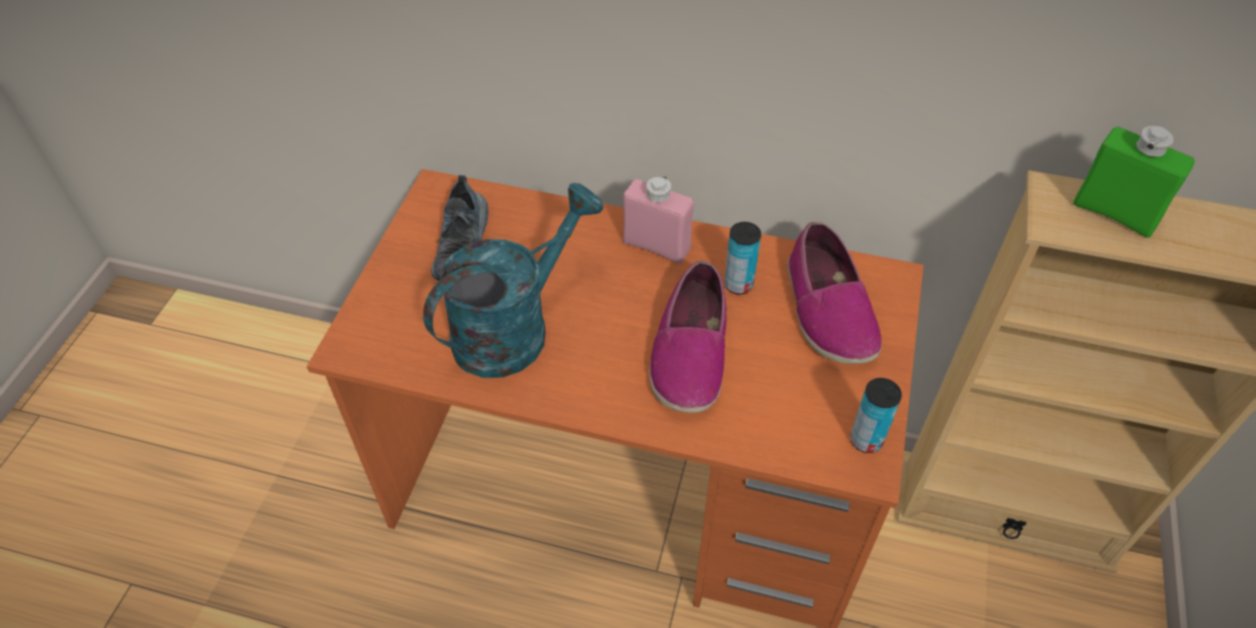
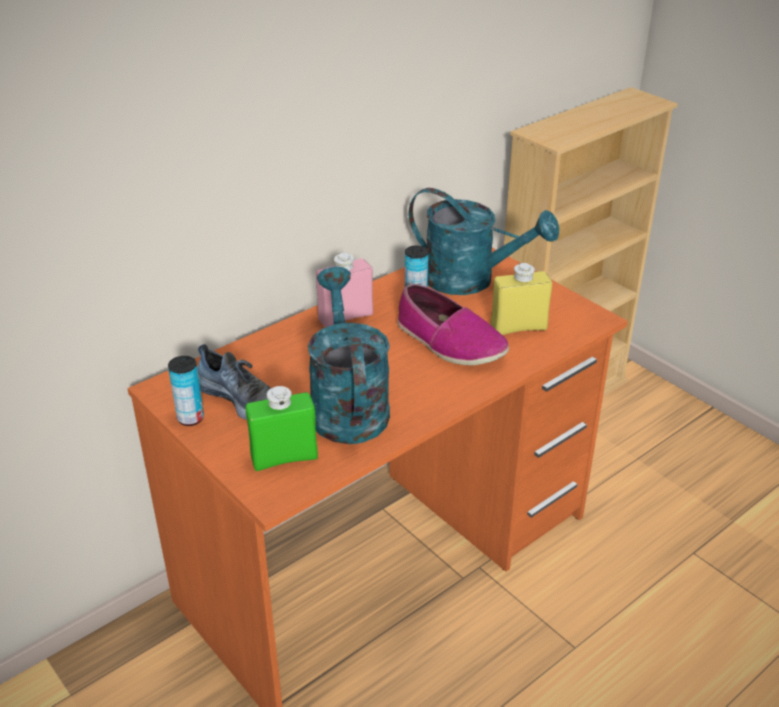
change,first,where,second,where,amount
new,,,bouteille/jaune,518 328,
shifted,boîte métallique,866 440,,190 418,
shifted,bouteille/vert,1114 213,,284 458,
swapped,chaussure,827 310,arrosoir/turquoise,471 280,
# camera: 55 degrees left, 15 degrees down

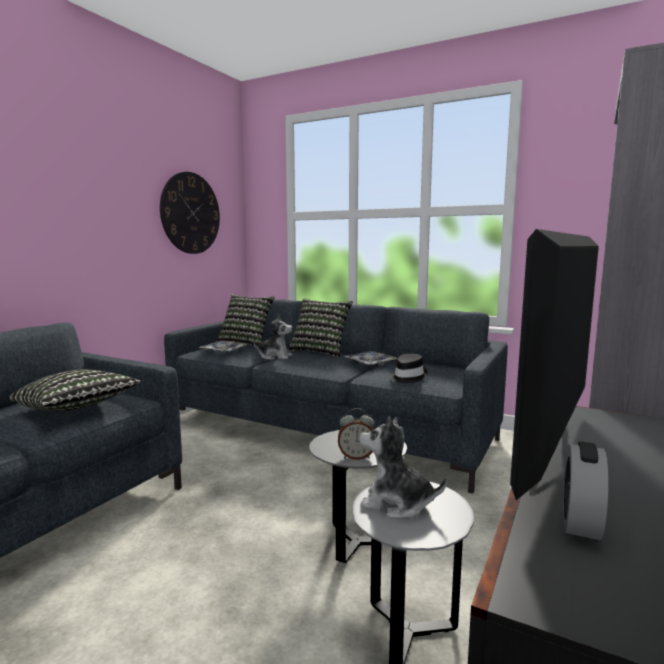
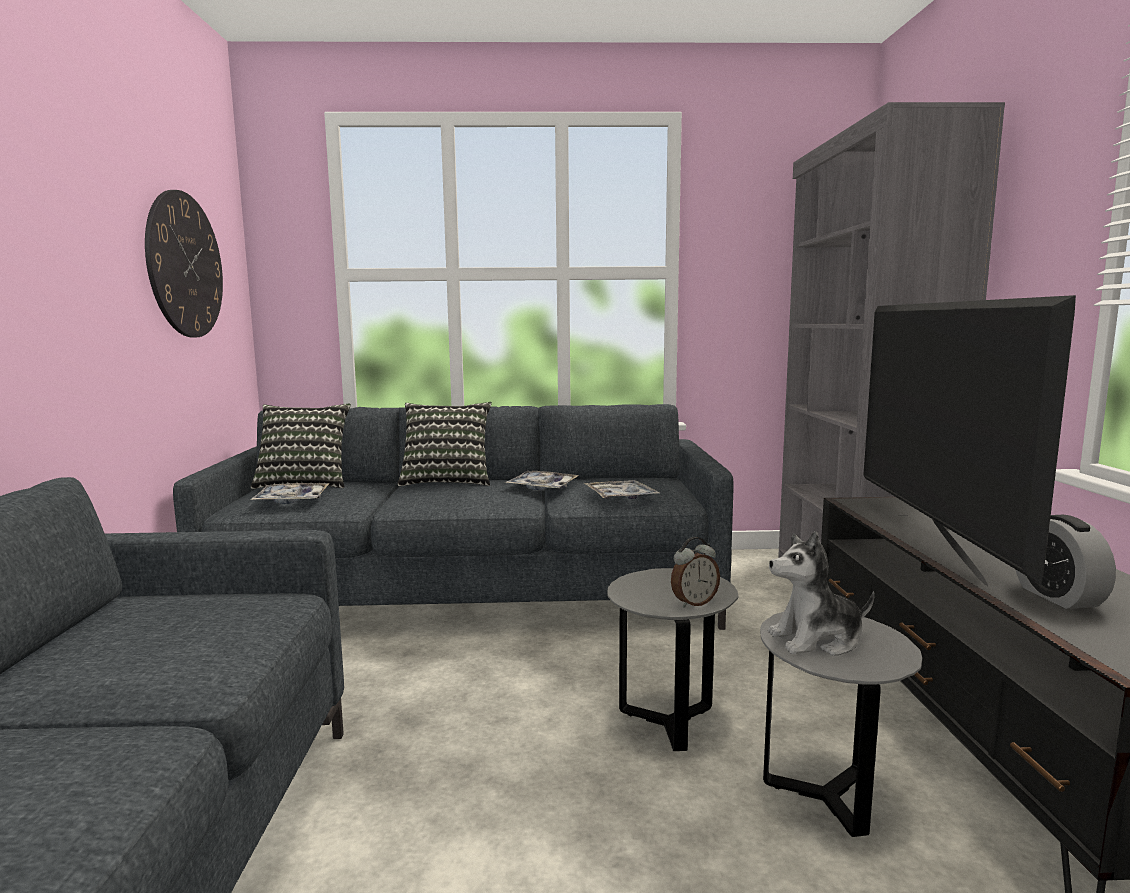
change,first,where,second,where,amount
gone,coussin,76 409,,,
gone,peluche,275 357,,,
swapped,chapeau/noir,407 377,plateau,620 497,
# camera: 30 degrees left, 0 degrees up

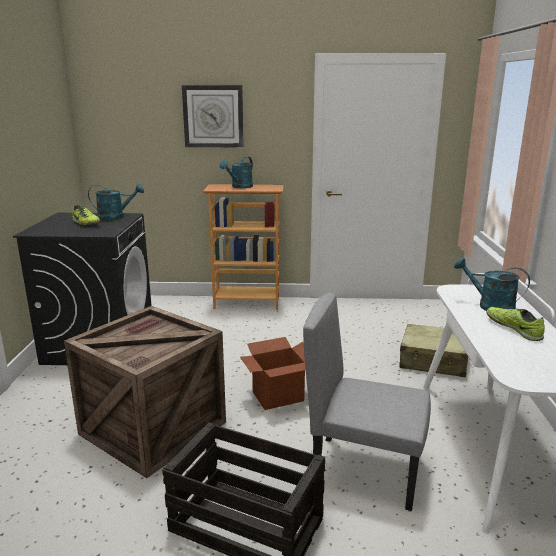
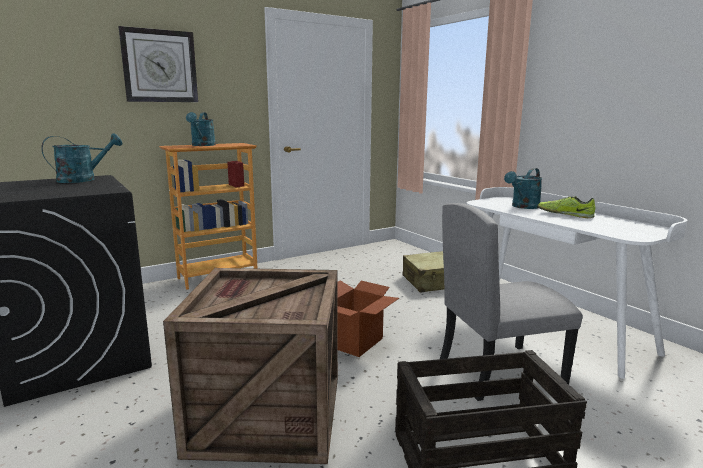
change,first,where,second,where,amount
gone,chaussure,86 223,,,
rotated,arrosoir/turquoise,489 306,,523 207,45 degrees counterclockwise
# camera: 35 degrees left, 5 degrees down

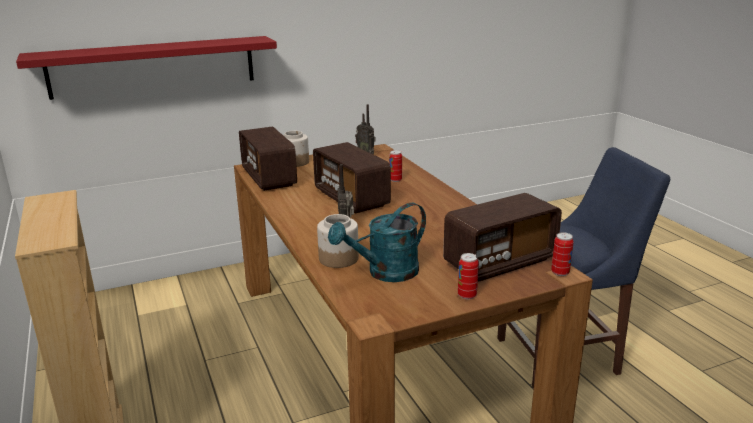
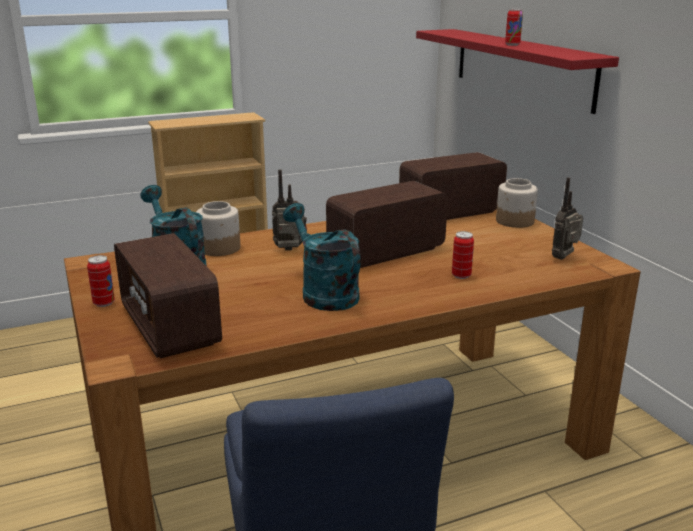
change,first,where,second,where,amount
new,,,arrosoir/turquoise,324 293,
shifted,boîte métallique,560 273,,512 45,
# camera: 90 degrees right, 0 degrees up

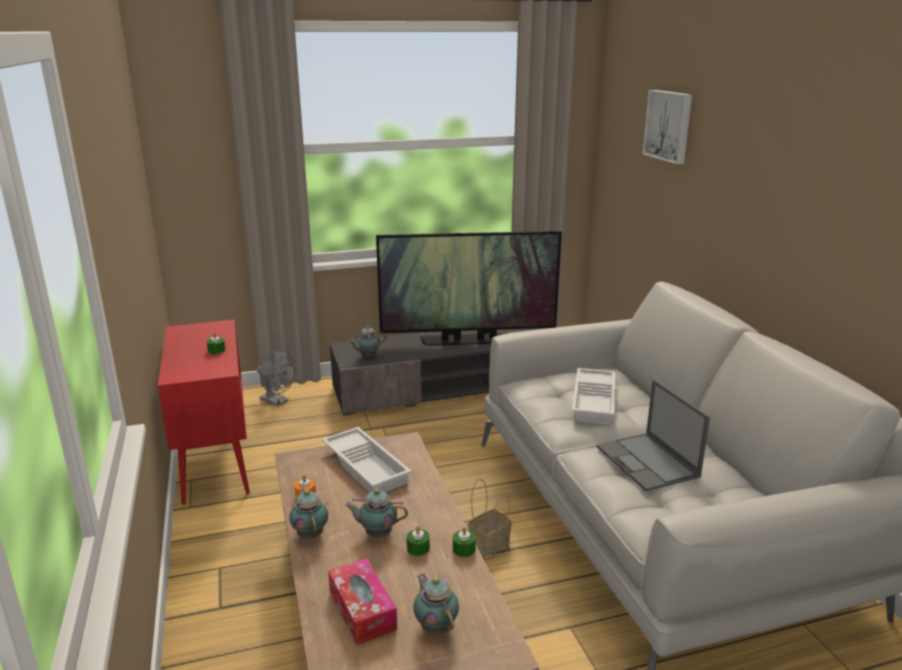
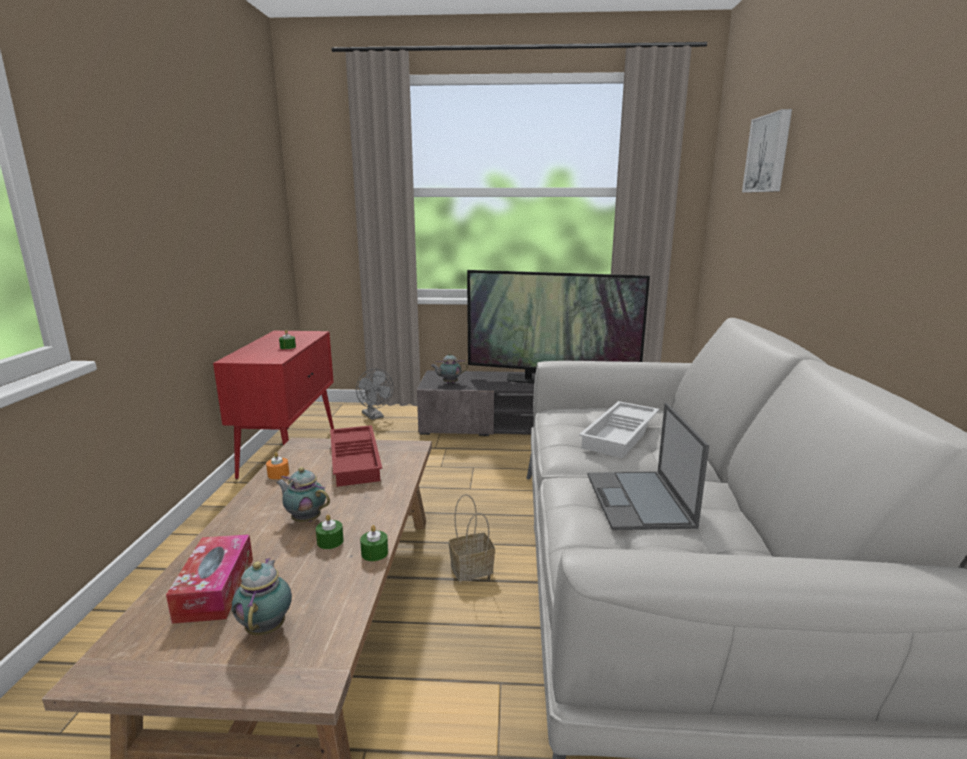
change,first,where,second,where,amount
gone,théière,310 534,,,
repainted,plateau/blanc,367 466,plateau/rouge,357 460,
# camera: 20 degrees right, 5 degrees down

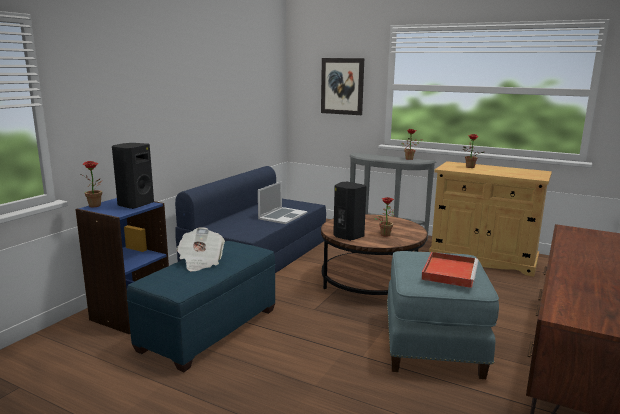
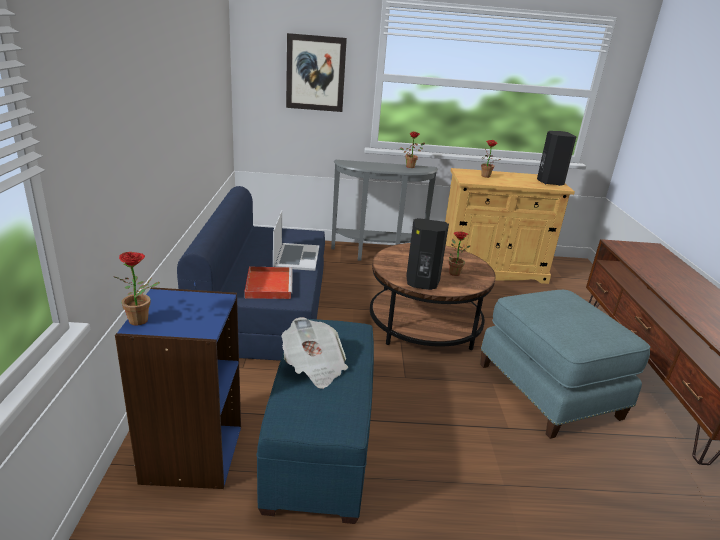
change,first,where,second,where,amount
shifted,enceinte/noir,135 204,,549 182,
shifted,plateau/rouge,449 271,,268 284,
# camera: 30 degrees left, 10 degrees up

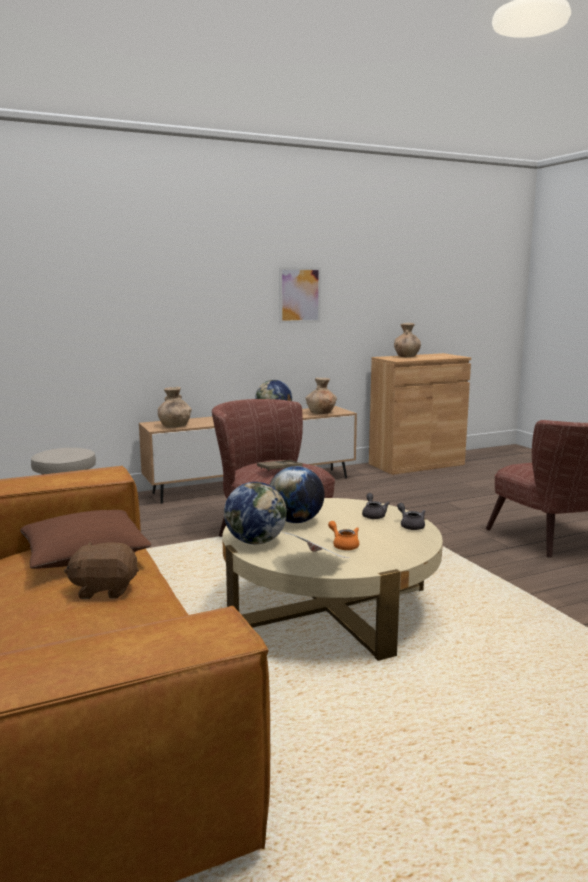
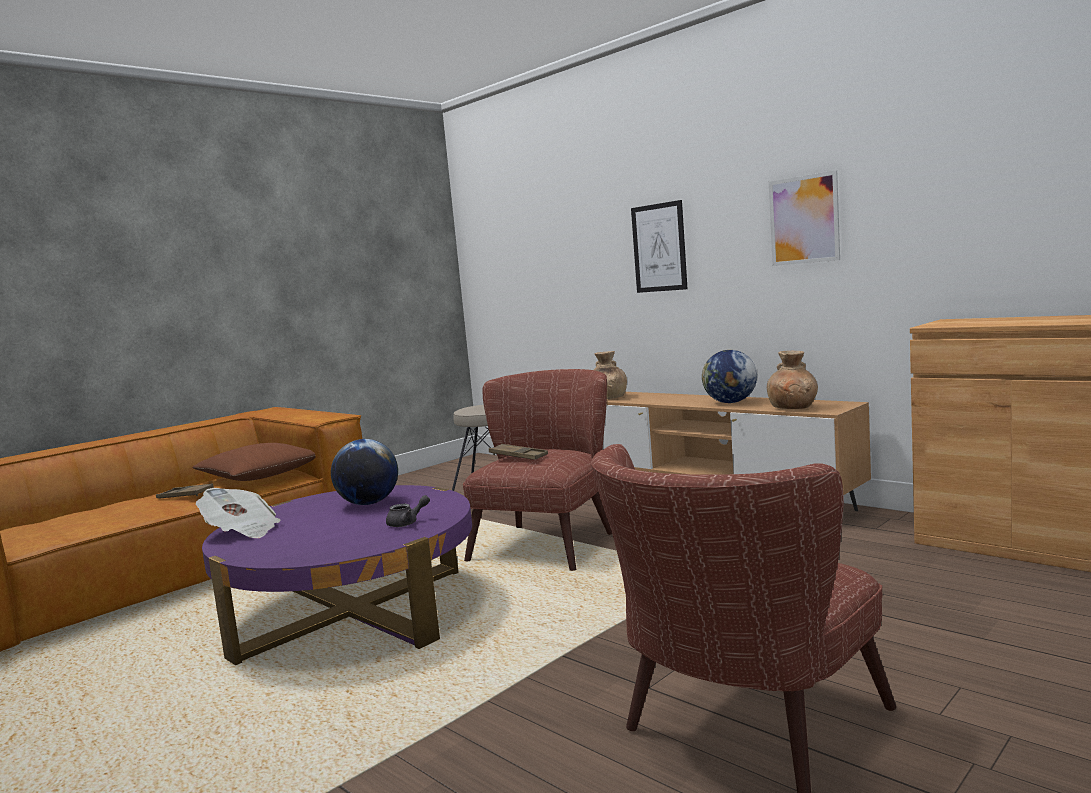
change,first,where,second,where,amount
gone,globe,256 541,,,
gone,théière/orange,344 545,,,
gone,vase/marron,406 356,,,
gone,théière/gris,410 525,,,
new,,,tableau,659 247,
swapped,peluche/marron,105 589,plateau/marron,185 496,
repainted,table basse/beige,330 607,table basse/violet,353 612,
# camera: 70 degrees right, 5 degrees down

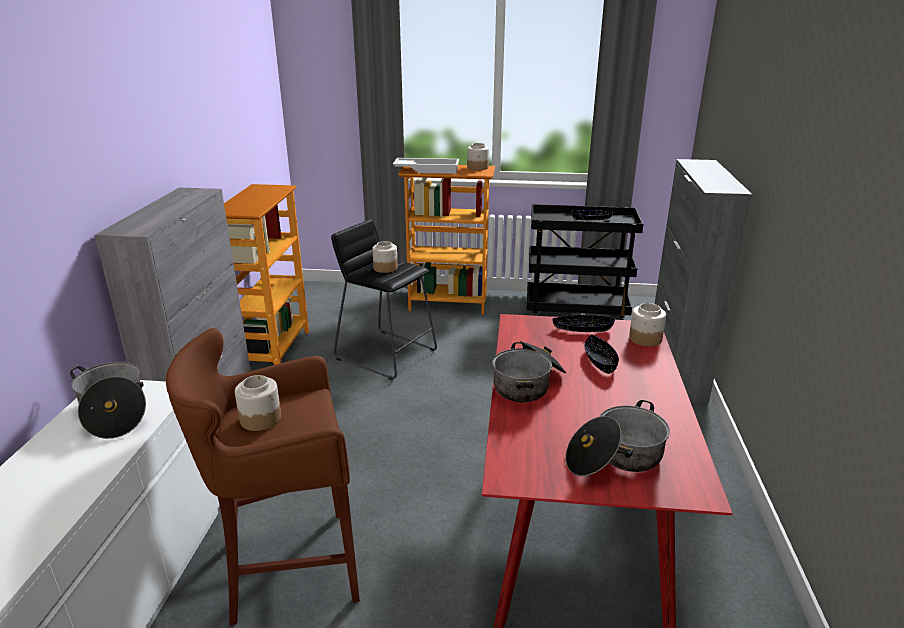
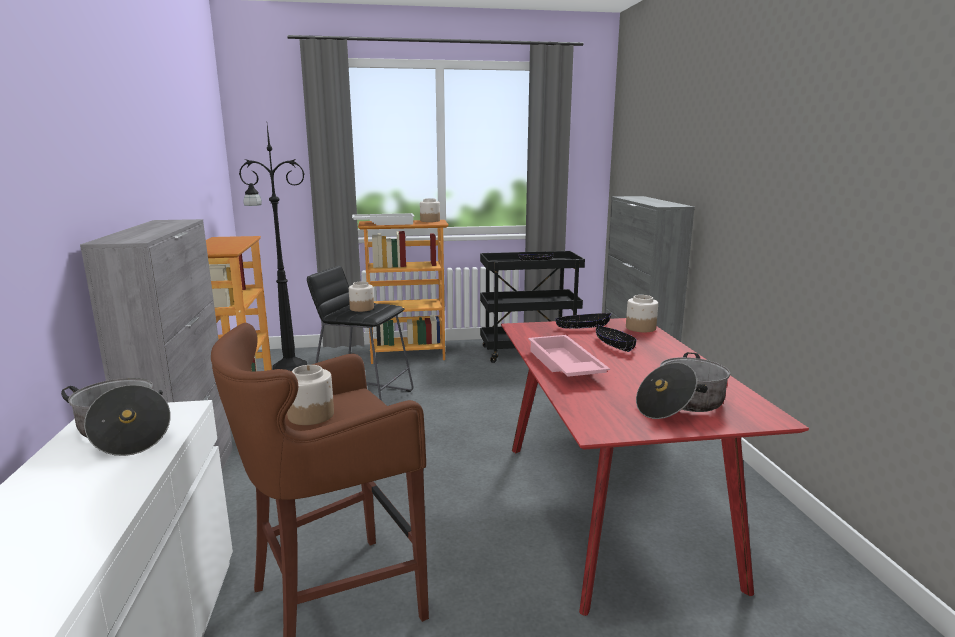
change,first,where,second,where,amount
new,,,lampadaire/noir,288 367,
swapped,marmite,528 384,plateau/rose,563 365,
# camera: 15 degrees left, 10 degrees down

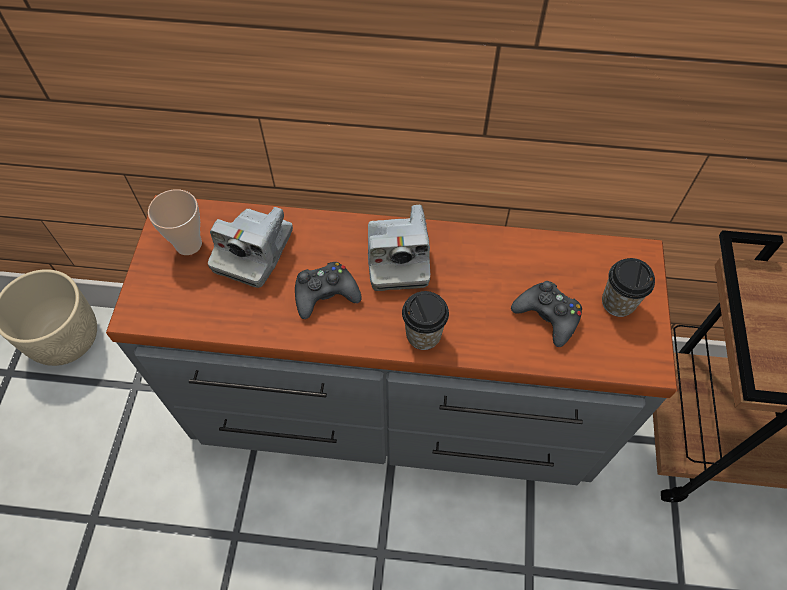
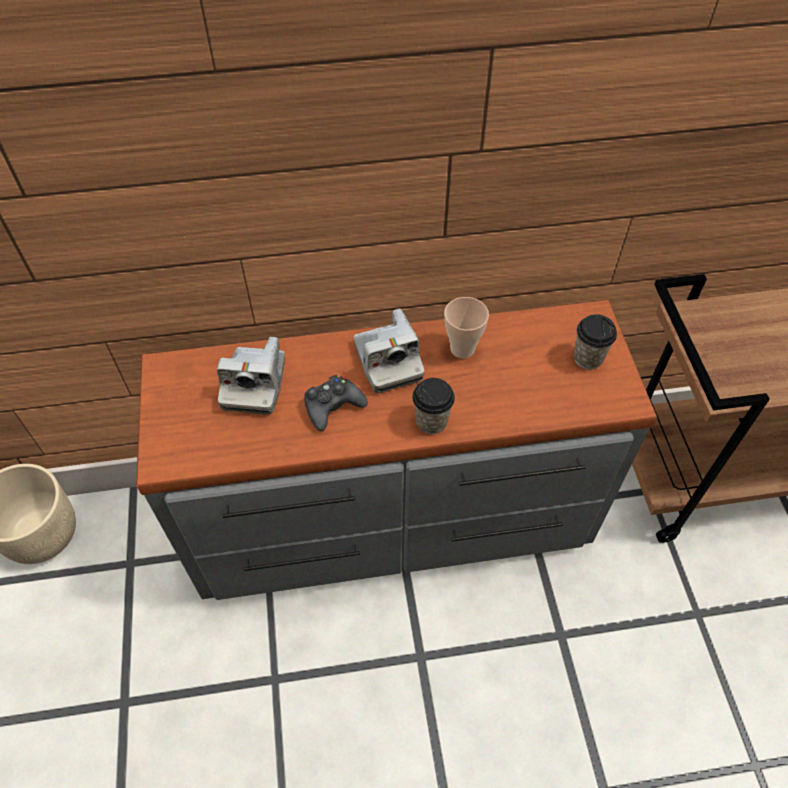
change,first,where,second,where,amount
gone,manette/noir,547 316,,,
shifted,tasse,188 244,,462 349,
# camera: 15 degrees left, 5 degrees down

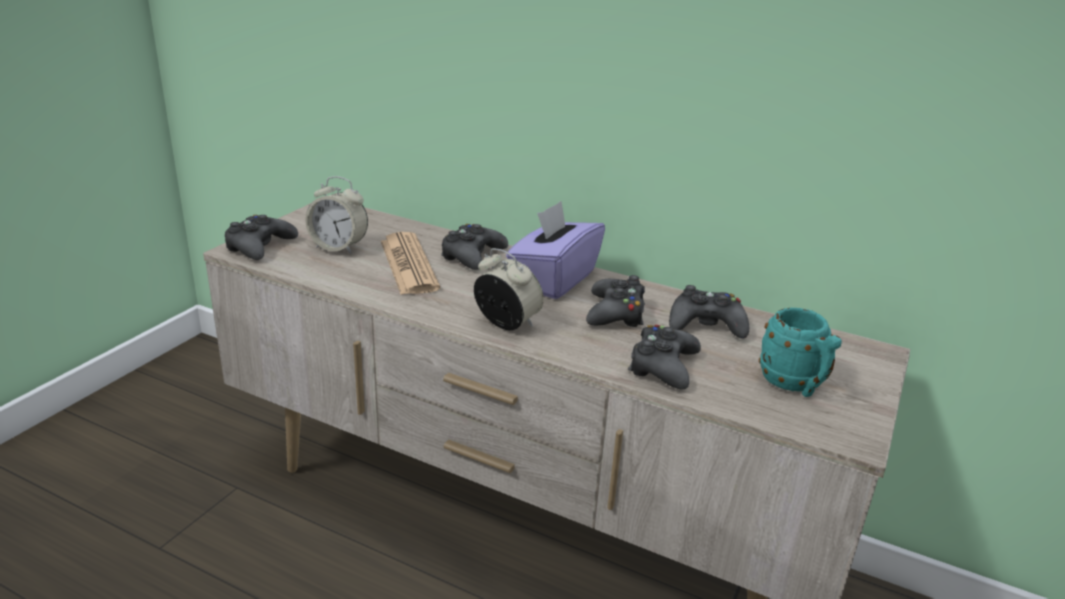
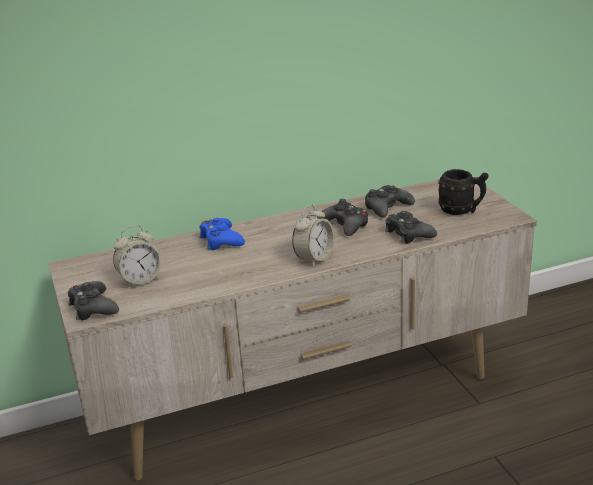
change,first,where,second,where,amount
gone,journal,408 265,,,
gone,boîte à mouchoirs/violet,553 279,,,
repainted,manette/noir,472 256,manette/bleu,221 241,
repainted,mug/turquoise,794 385,mug/noir,462 211,
rotated,réveil,507 324,,314 258,135 degrees clockwise
# camera: 45 degrees left, 0 degrees up

